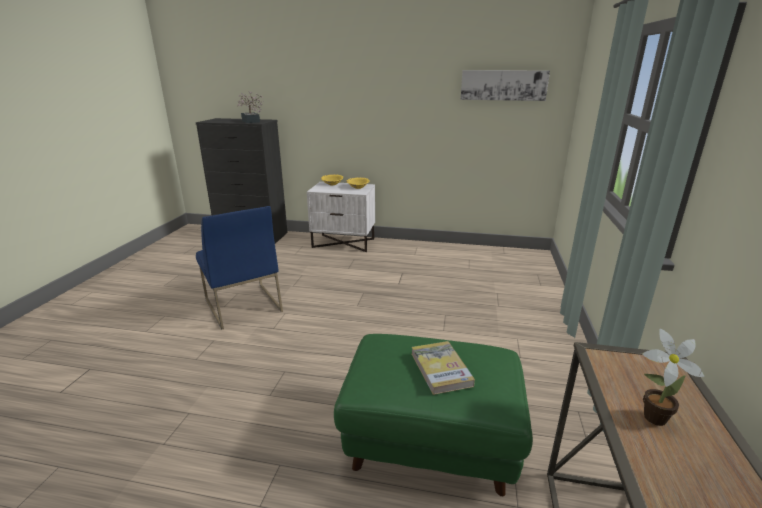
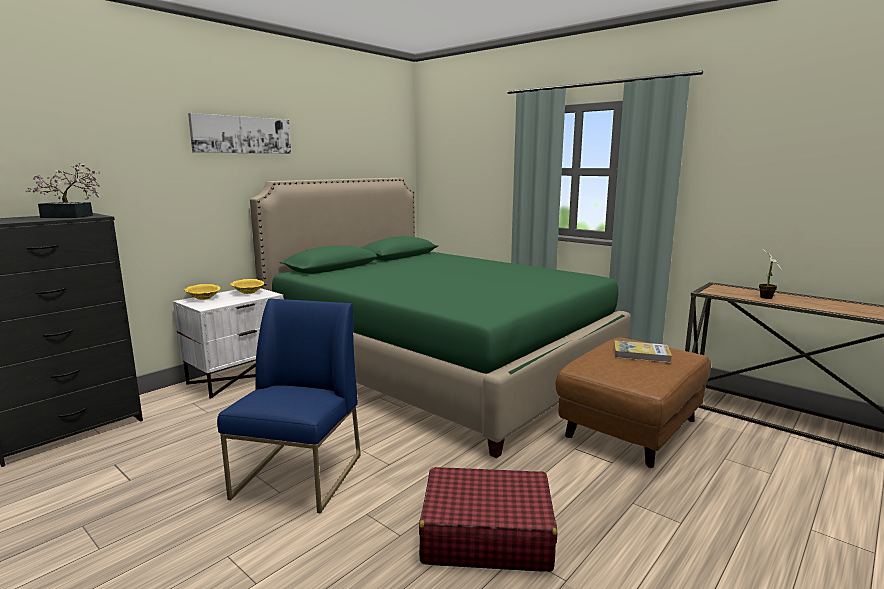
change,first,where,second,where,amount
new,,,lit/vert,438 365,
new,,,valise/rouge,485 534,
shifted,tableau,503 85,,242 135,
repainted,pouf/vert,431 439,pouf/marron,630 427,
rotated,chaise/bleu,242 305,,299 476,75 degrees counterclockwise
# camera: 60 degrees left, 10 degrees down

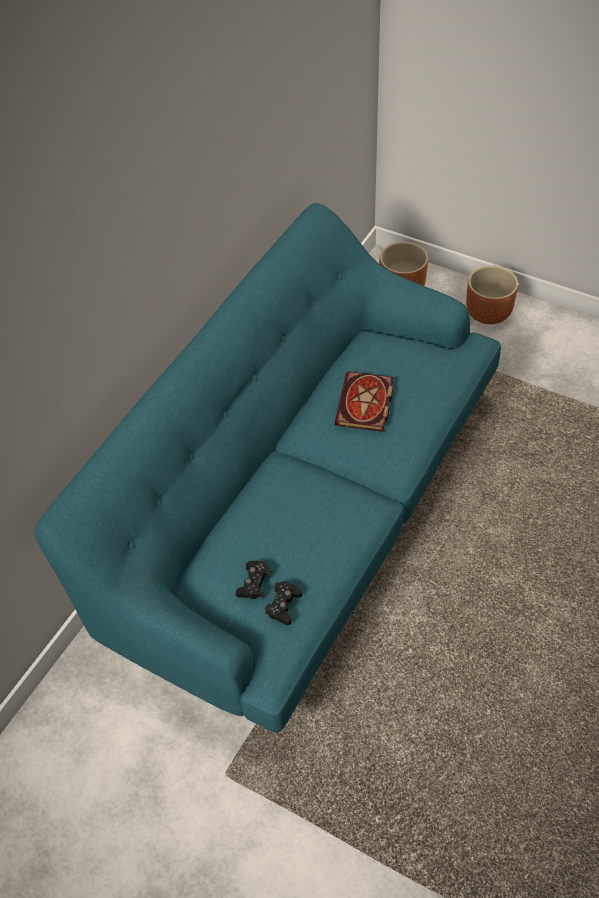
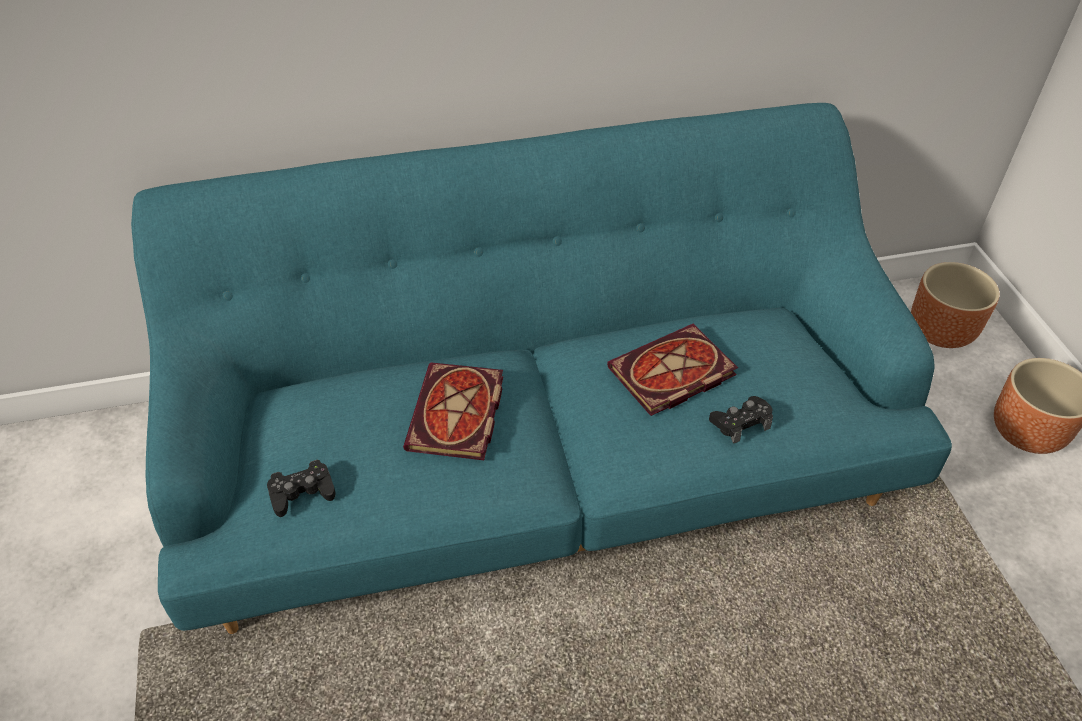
change,first,where,second,where,amount
new,,,livre,458 416,
shifted,manette/noir,254 583,,741 423,
# camera: 45 degrees right, 5 degrees down

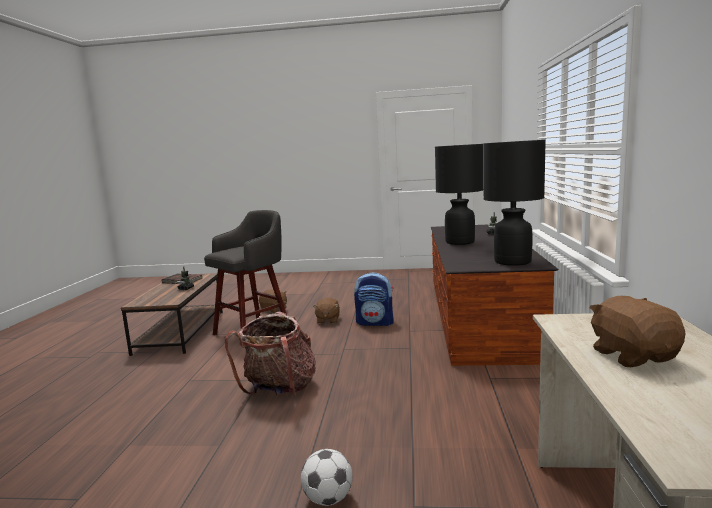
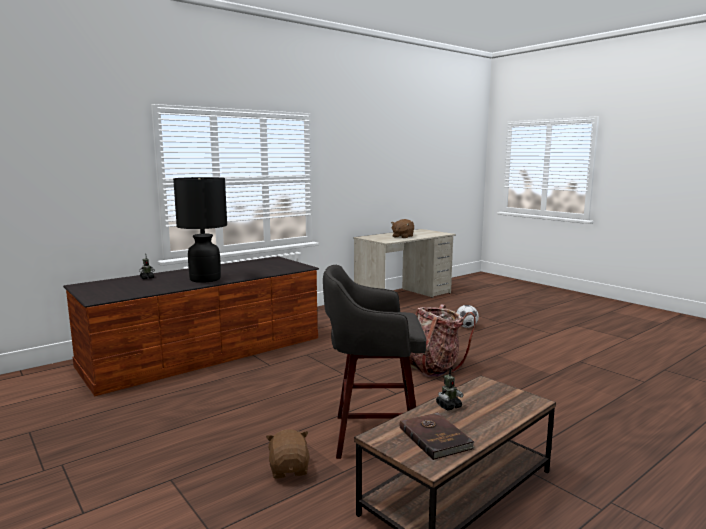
change,first,where,second,where,amount
gone,peluche/marron,327 320,,,
gone,sac à dos,375 322,,,
gone,lampe de table/noir,512 261,,,
# camera: 135 degrees left, 0 degrees up

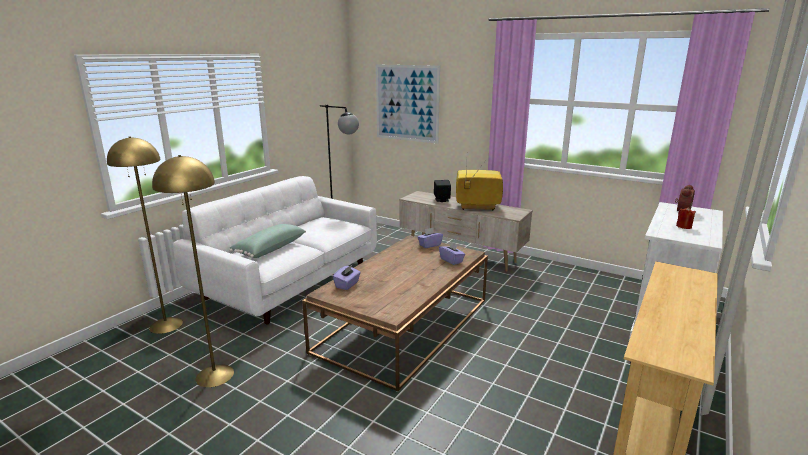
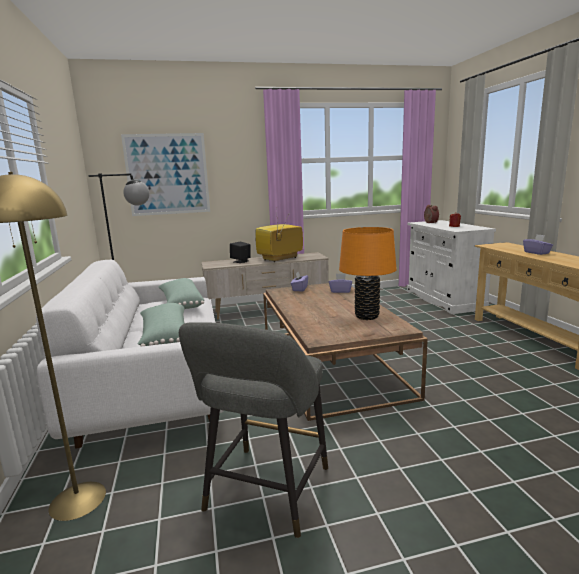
change,first,where,second,where,amount
new,,,coussin/vert,181 303,
new,,,lampe de table/orange,367 316,
shifted,boîte à mouchoirs/violet,347 285,,536 253,
swapped,lampadaire/jaune,214 375,tabouret/gris,265 494,
# camera: 45 degrees left, 5 degrees down

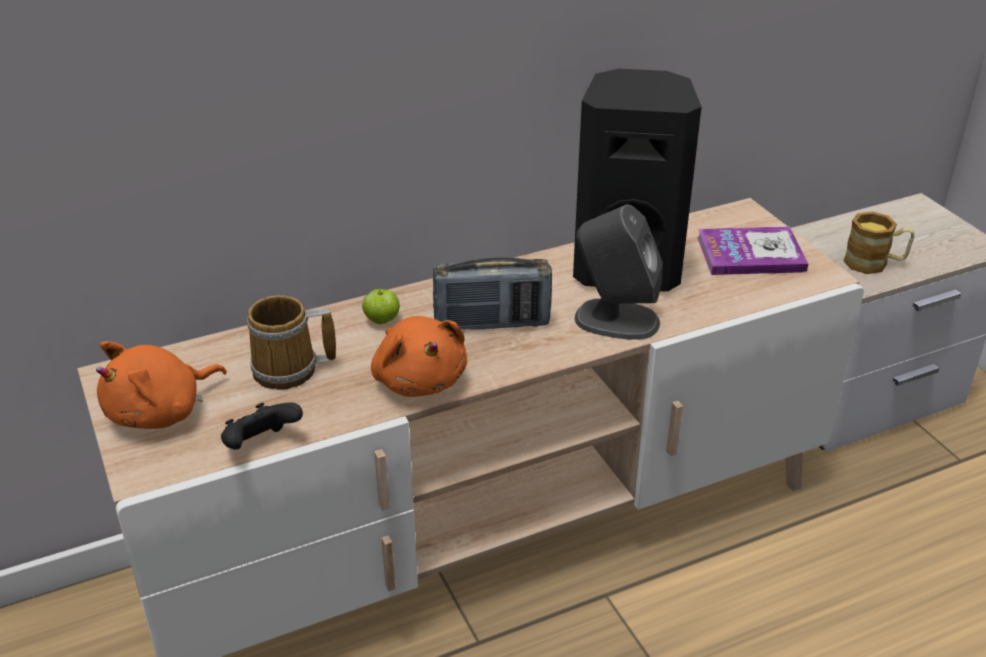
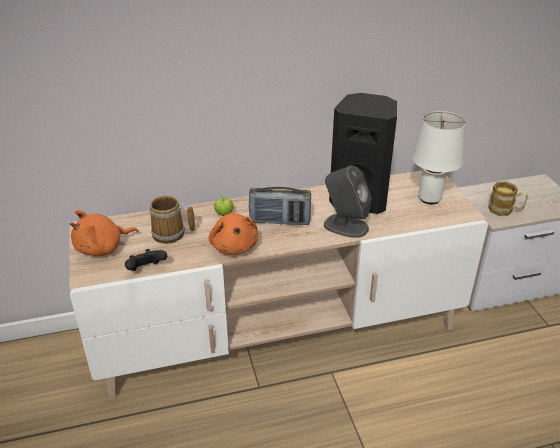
change,first,where,second,where,amount
swapped,livre,750 254,lampe de table/blanc,429 198,
# camera: 10 degrees right, 0 degrees up

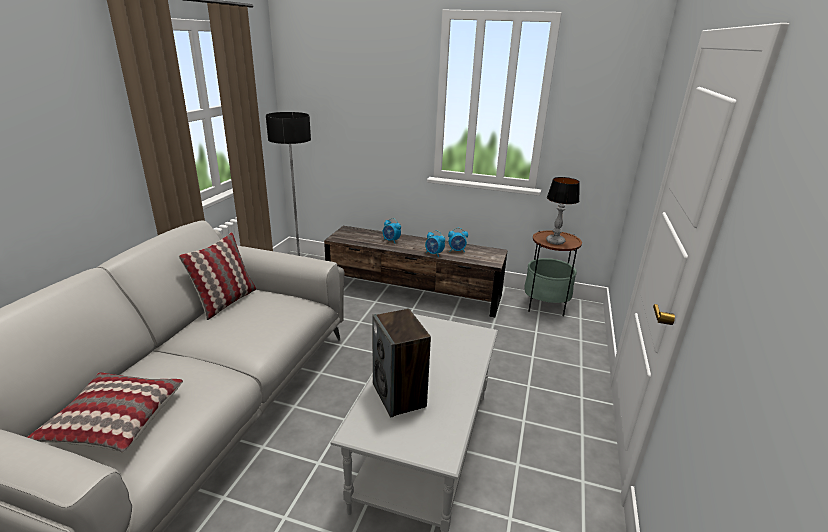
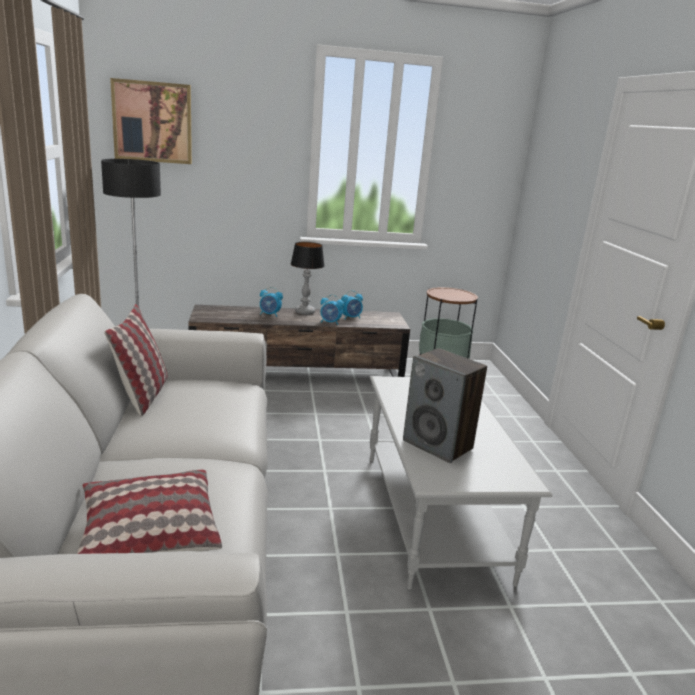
change,first,where,second,where,amount
new,,,tableau,152 122,
shifted,lampe de table,555 241,,304 312,
# camera: 25 degrees left, 5 degrees down

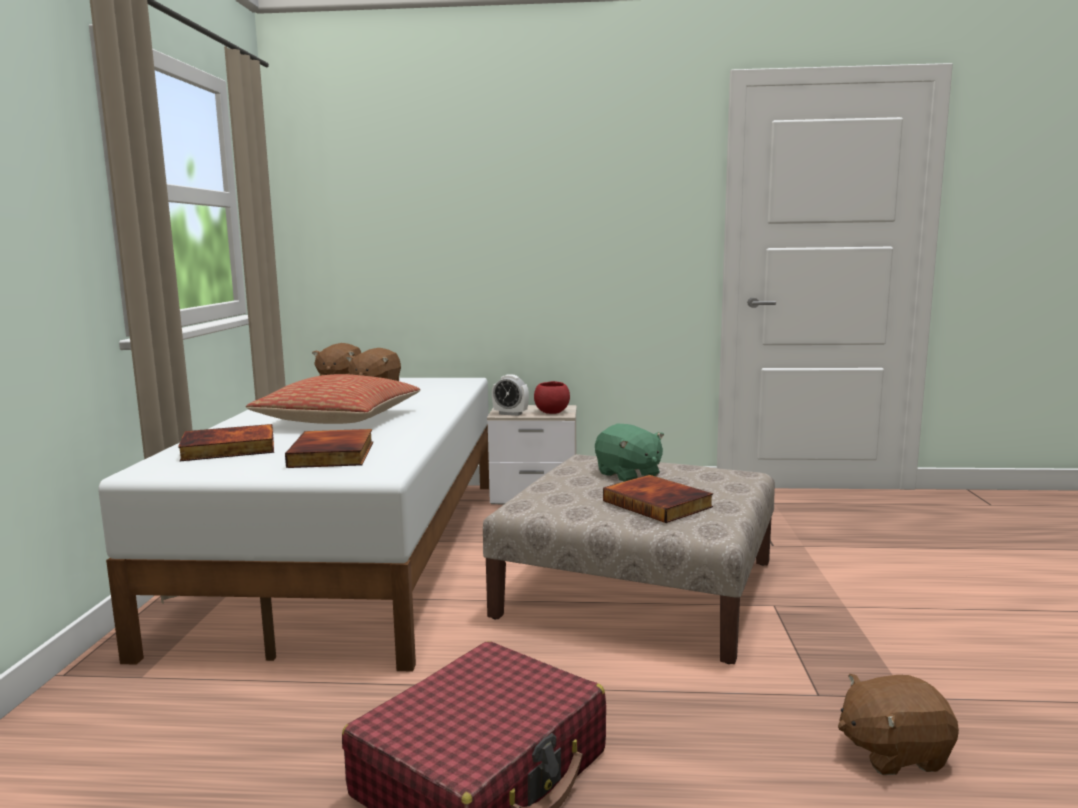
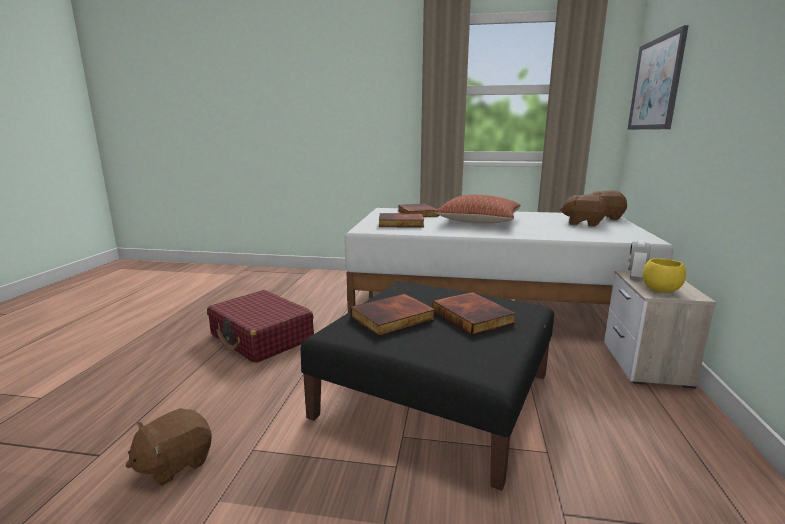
change,first,where,second,where,amount
new,,,tableau,655 84,
swapped,peluche/vert,628 474,livre,473 316,
repainted,pouf/beige,640 588,pouf/noir,436 397,
repainted,bol/rouge,551 412,bol/jaune,660 290,
rotated,peluche/marron,892 752,,175 463,135 degrees counterclockwise
# camera: 95 degrees right, 5 degrees up

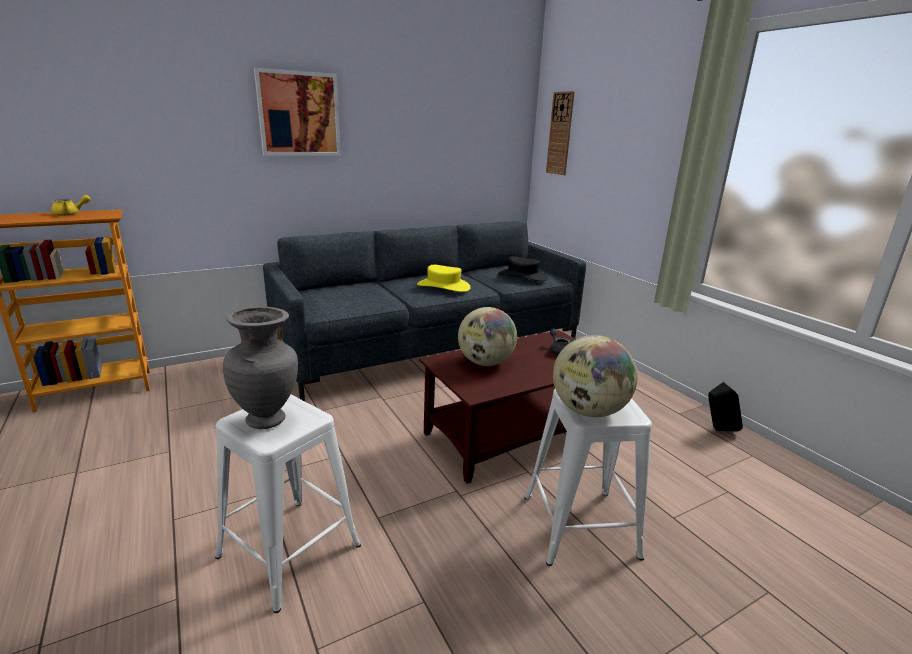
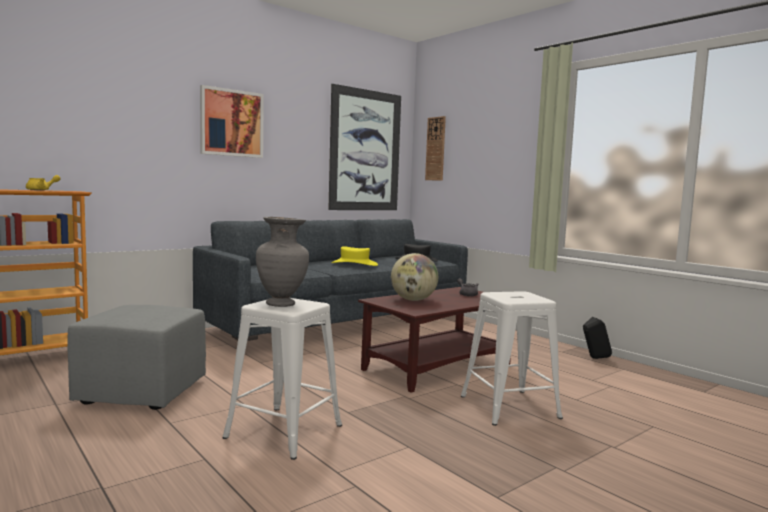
change,first,where,second,where,amount
gone,globe,588 411,,,
new,,,pouf/gris,142 392,
new,,,tableau,365 150,
# camera: 10 degrees left, 15 degrees down

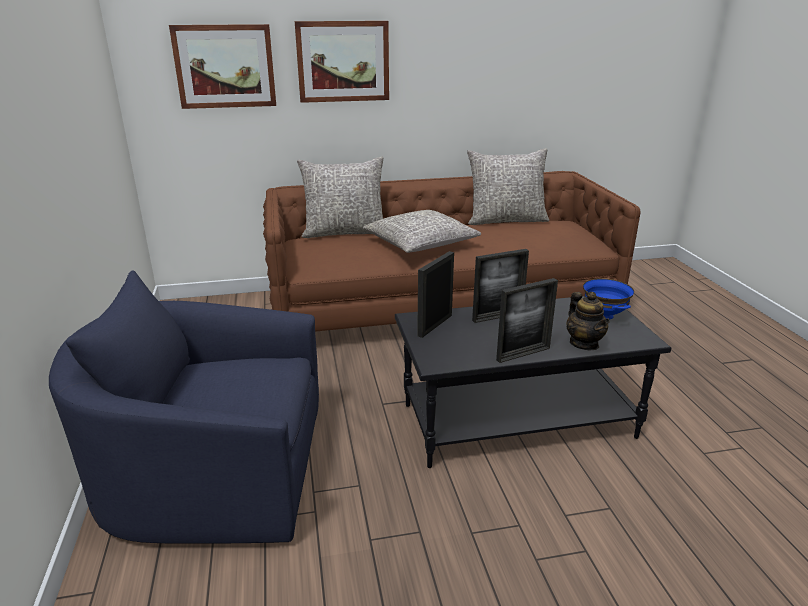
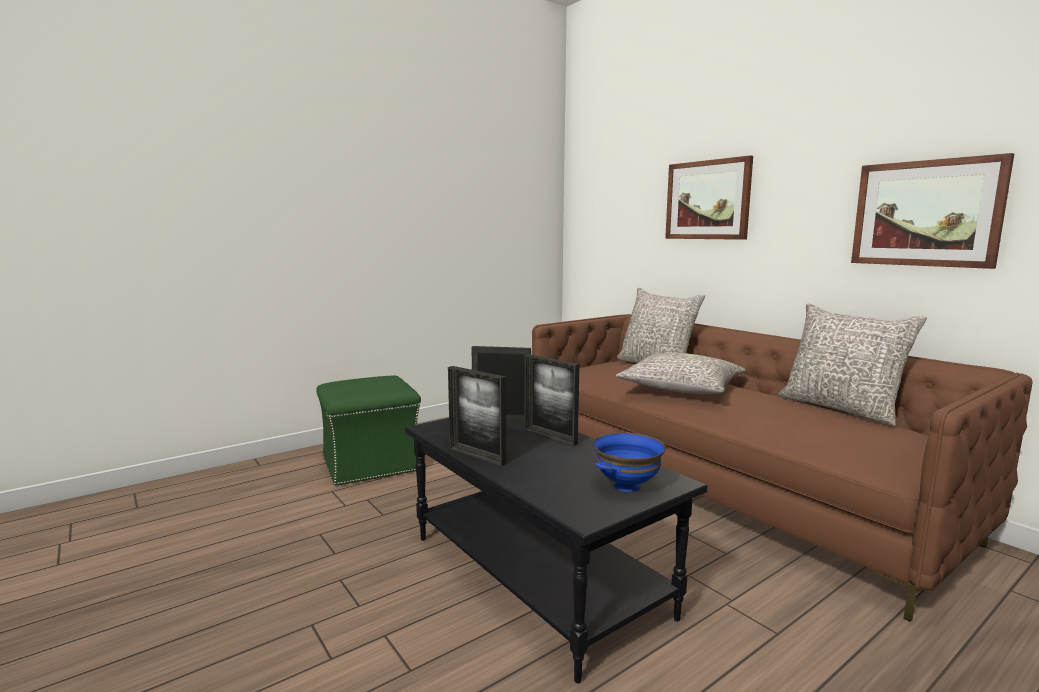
change,first,where,second,where,amount
gone,théière,584 343,,,
shifted,tableau,225 66,,926 213,
swapped,fauteuil/bleu,213 474,pouf/vert,371 463,
# camera: 65 degrees right, 15 degrees down

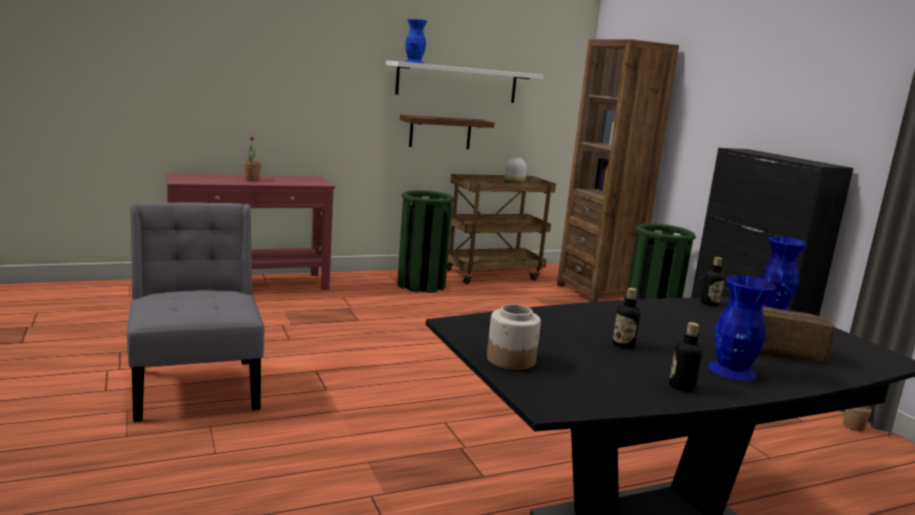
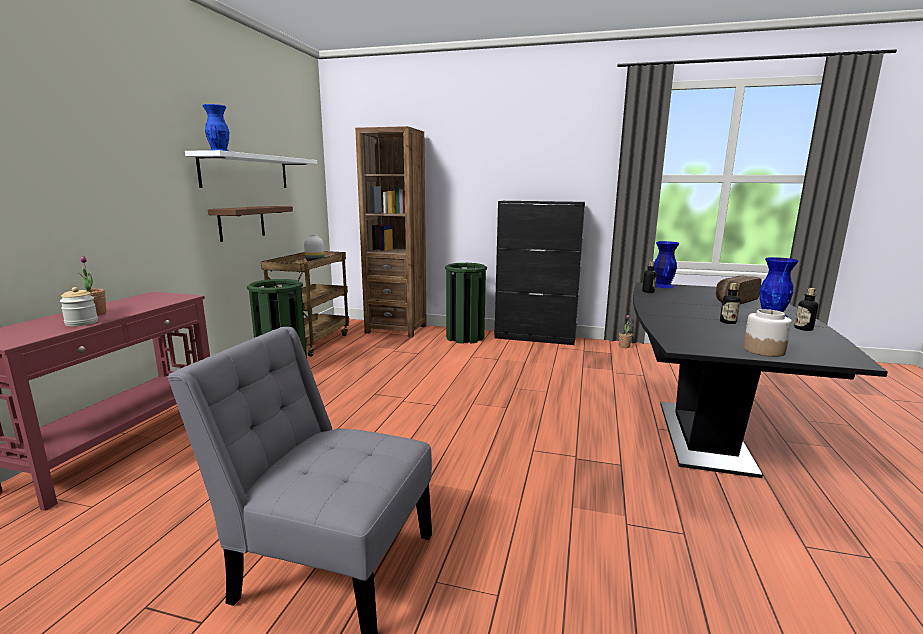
change,first,where,second,where,amount
new,,,bocal,81 323,
# camera: 50 degrees left, 0 degrees up

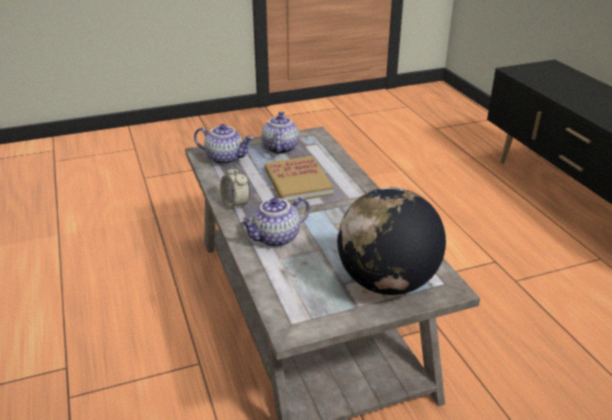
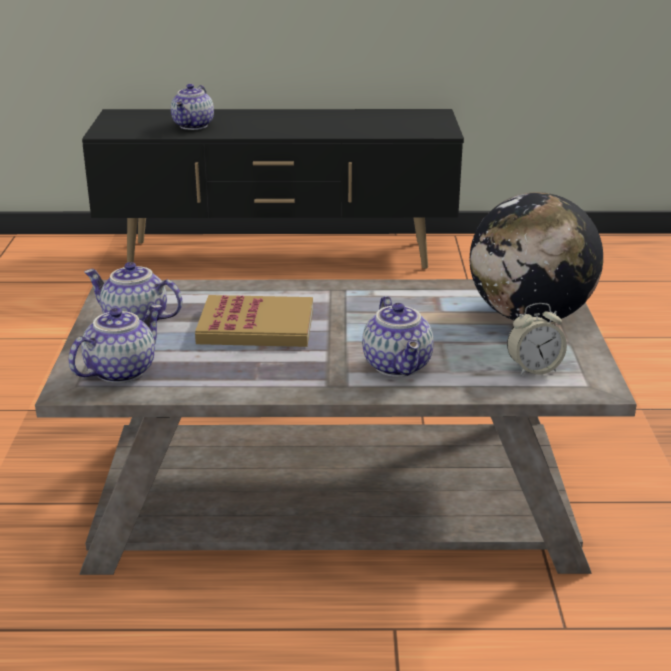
change,first,where,second,where,amount
new,,,théière,194 126,
shifted,réveil,235 204,,533 369,
# camera: 70 degrees left, 5 degrees down

